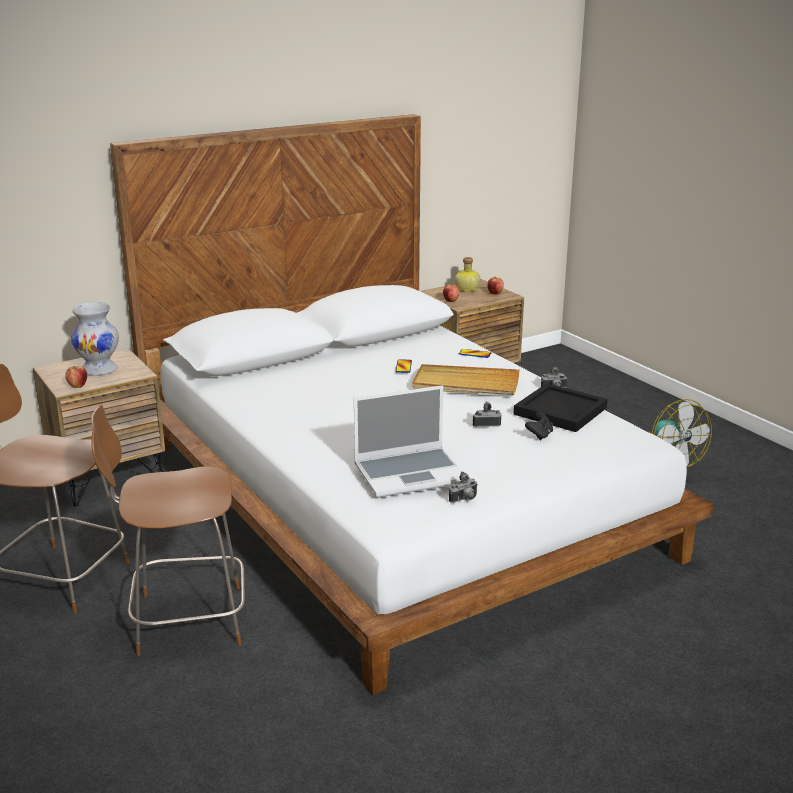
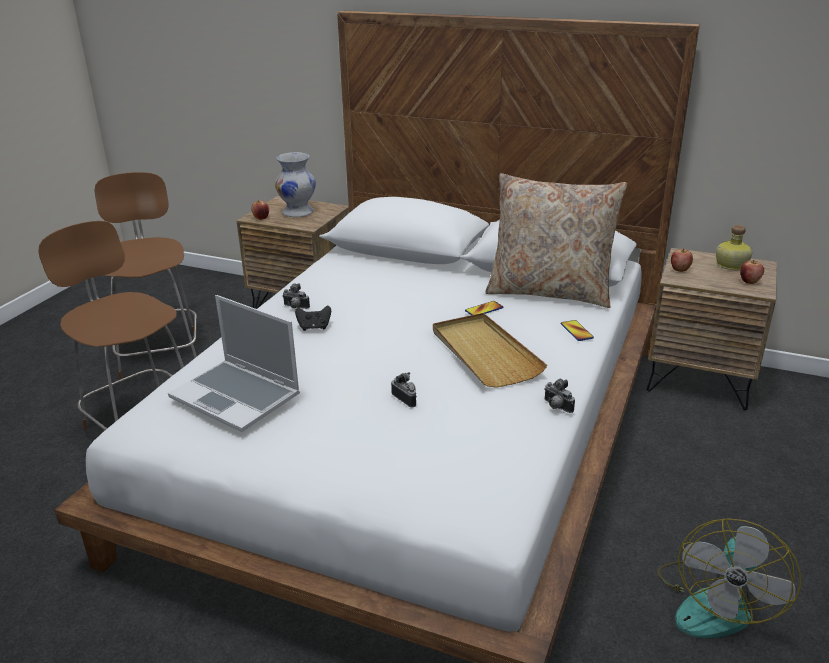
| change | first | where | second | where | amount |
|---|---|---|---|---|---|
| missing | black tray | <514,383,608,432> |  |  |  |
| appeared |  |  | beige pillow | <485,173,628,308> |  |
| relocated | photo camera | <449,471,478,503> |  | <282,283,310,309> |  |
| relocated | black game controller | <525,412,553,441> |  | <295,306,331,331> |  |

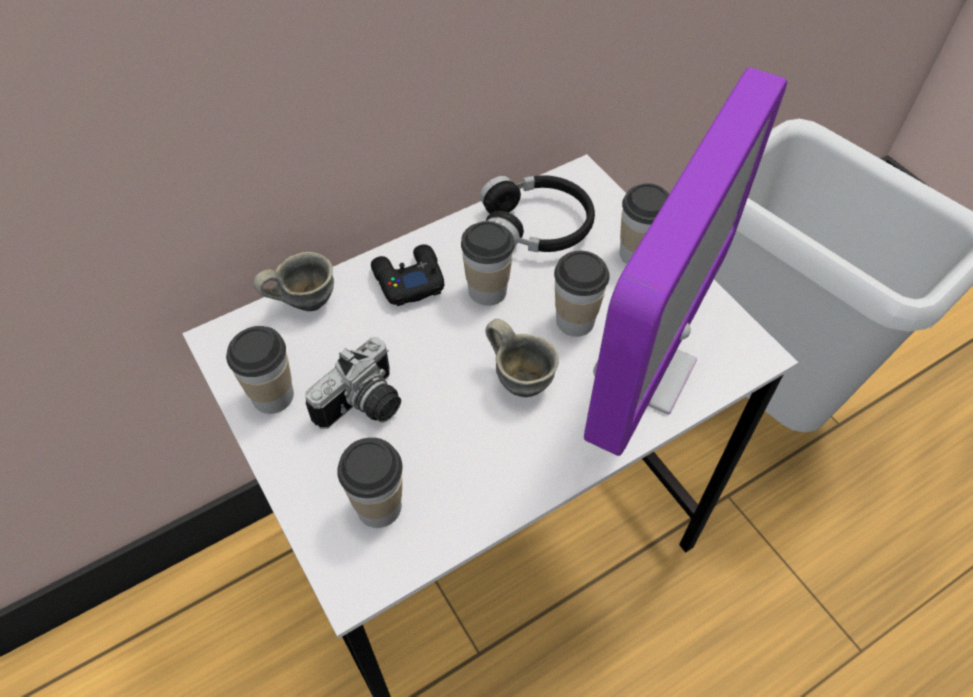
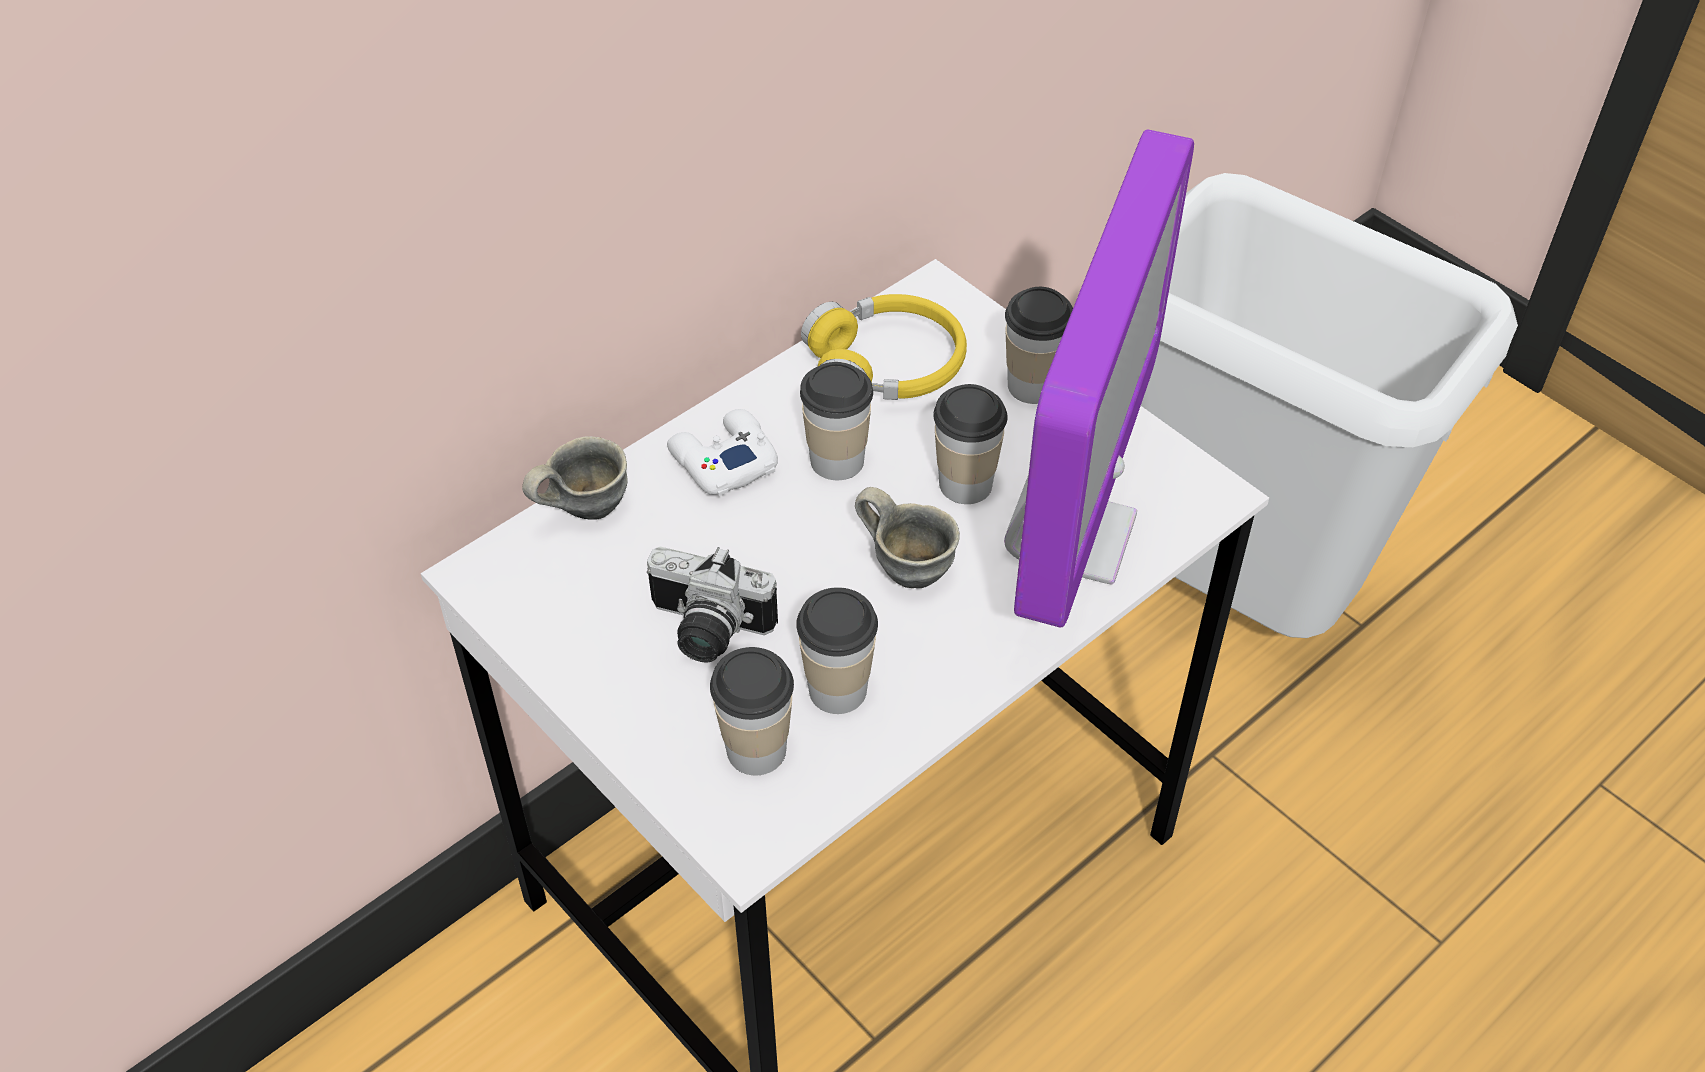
| change | first | where | second | where | amount |
|---|---|---|---|---|---|
| relocated | cup | <226,326,294,414> |  | <796,587,878,714> |  |
| colour | black game controller | <371,245,444,306> | white game controller | <667,409,778,496> |  |
| colour | black headphones | <480,175,595,252> | yellow headphones | <801,294,967,400> |  |
| spun | photo camera | <305,337,401,429> |  | <647,546,778,662> | 75 degrees clockwise |

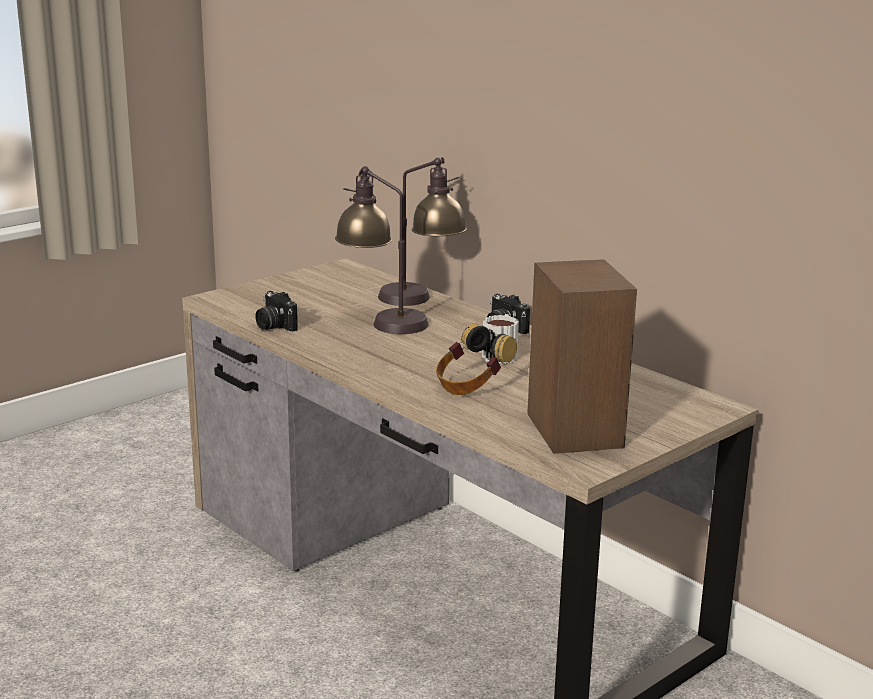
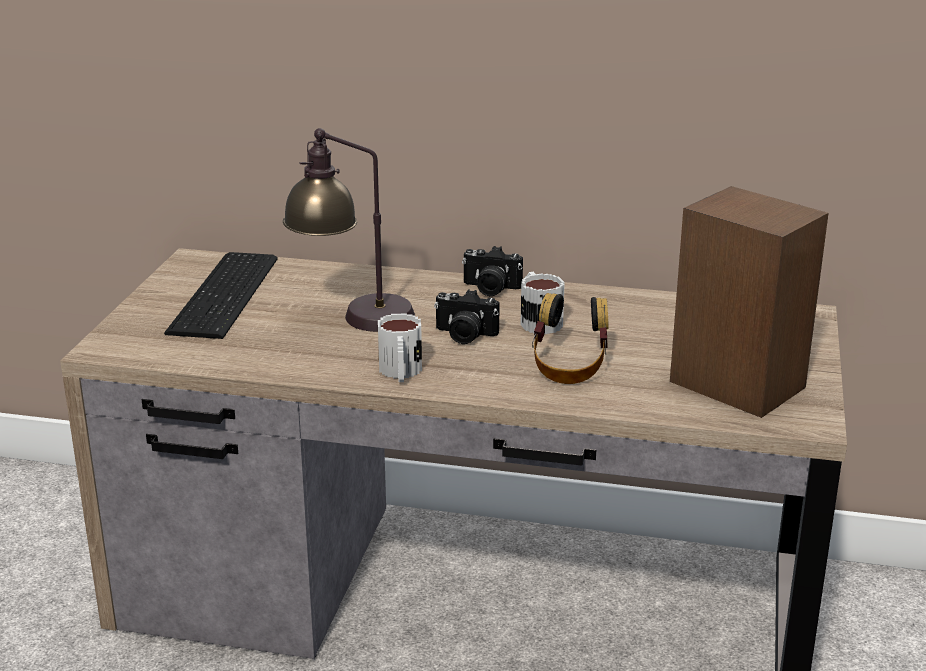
| change | first | where | second | where | amount |
|---|---|---|---|---|---|
| missing | table lamp | <378,157,467,306> |  |  |  |
| appeared |  |  | keyboard | <164,252,278,339> |  |
| appeared |  |  | mug | <378,313,422,382> |  |
| relocated | photo camera | <256,291,298,331> |  | <434,289,500,344> |  |

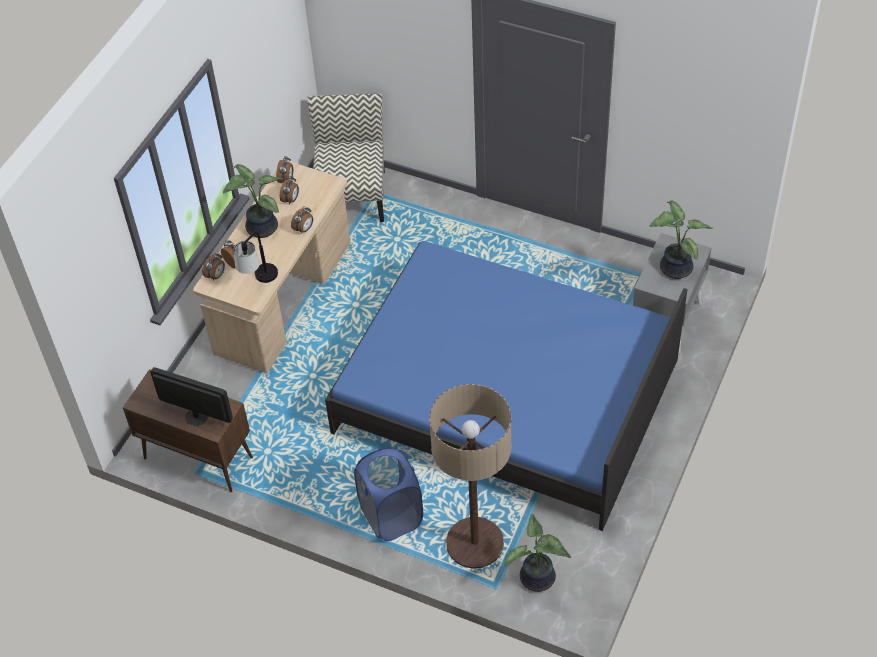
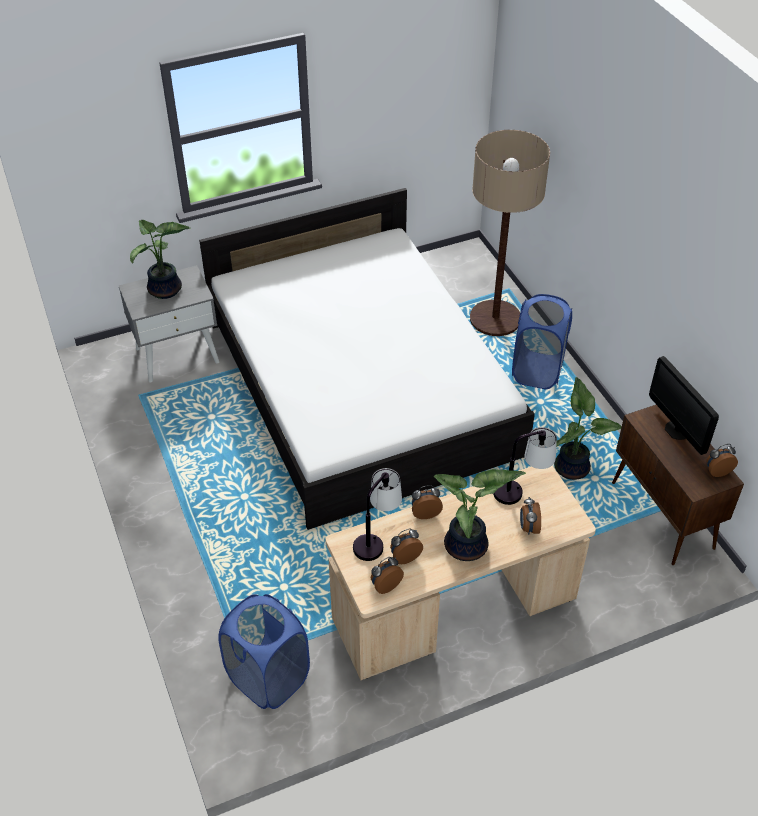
| change | first | where | second | where | amount |
|---|---|---|---|---|---|
| appeared |  |  | table lamp | <353,468,402,561> |  |
| relocated | alarm clock | <202,253,225,281> |  | <706,444,738,477> |  |
| relocated | potted plant | <504,514,571,592> |  | <554,377,622,480> |  |
| exchanged | chair | <307,93,385,222> | blue laundry basket | <218,594,310,709> |  |
| colour | blue bed | <325,241,688,531> | white bed | <199,188,535,530> |  |

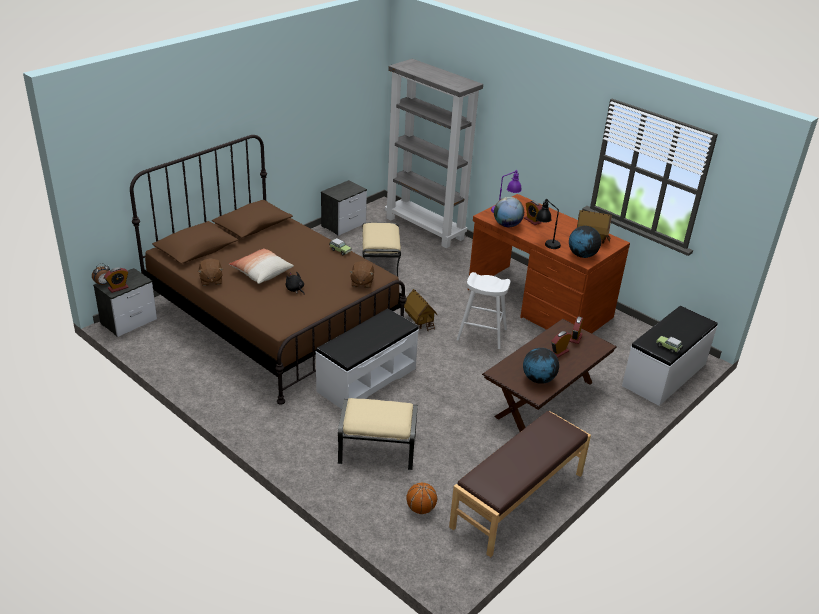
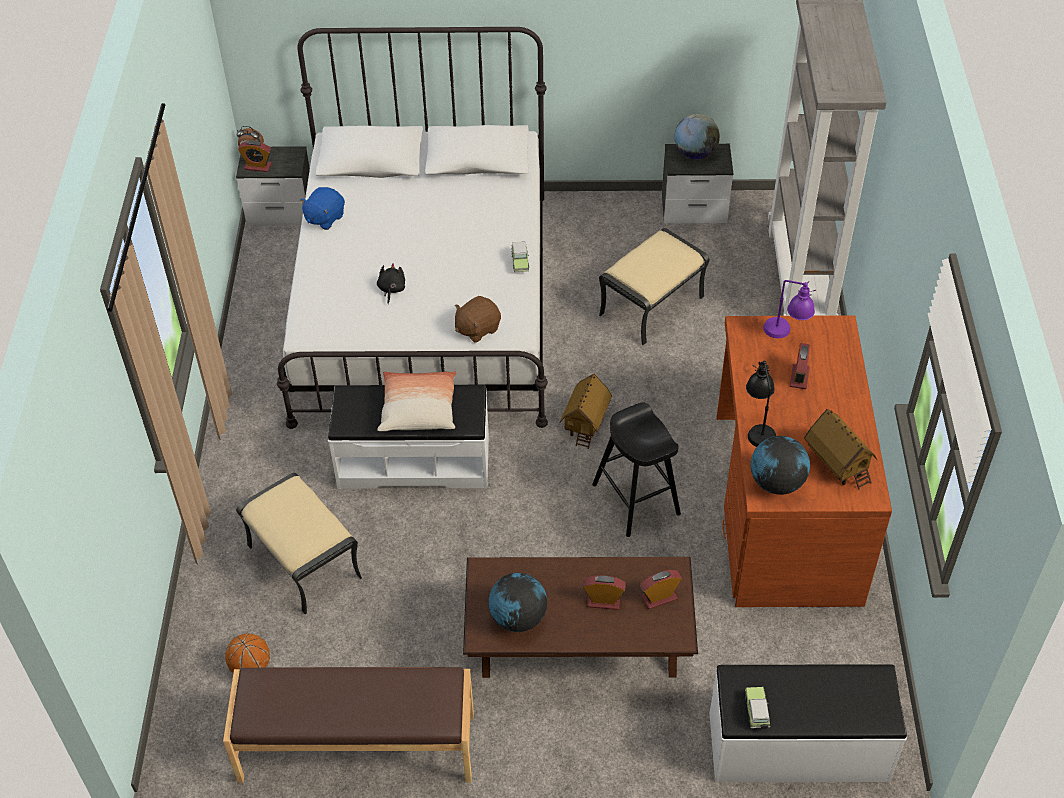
| change | first | where | second | where | amount |
|---|---|---|---|---|---|
| relocated | pillow | <229,248,294,284> |  | <377,371,457,431> |  |
| relocated | globe | <494,197,524,227> |  | <675,114,720,159> |  |
| colour | brown bed | <130,135,407,405> | white bed | <277,27,548,429> |  |
| colour | brown plush toy | <198,259,223,286> | blue plush toy | <300,187,345,230> |  |
| colour | white stool | <457,272,510,349> | black stool | <592,403,681,537> |  |

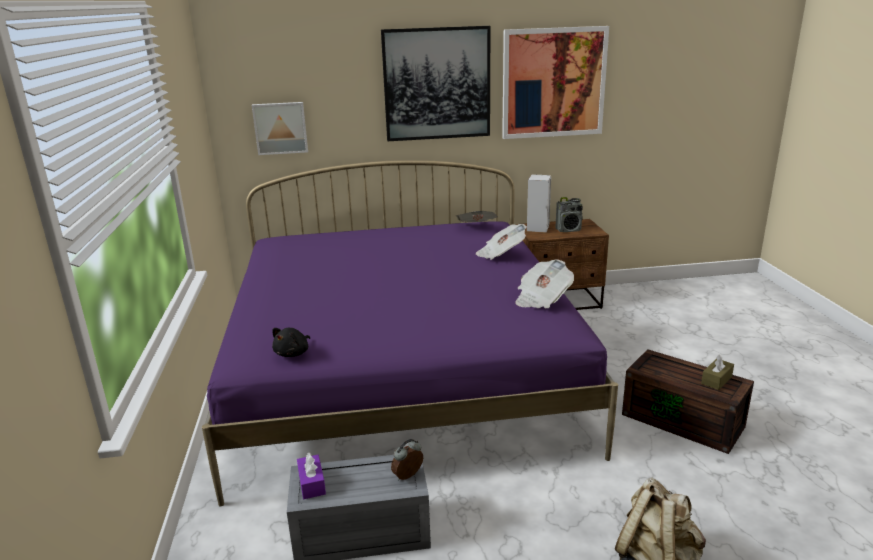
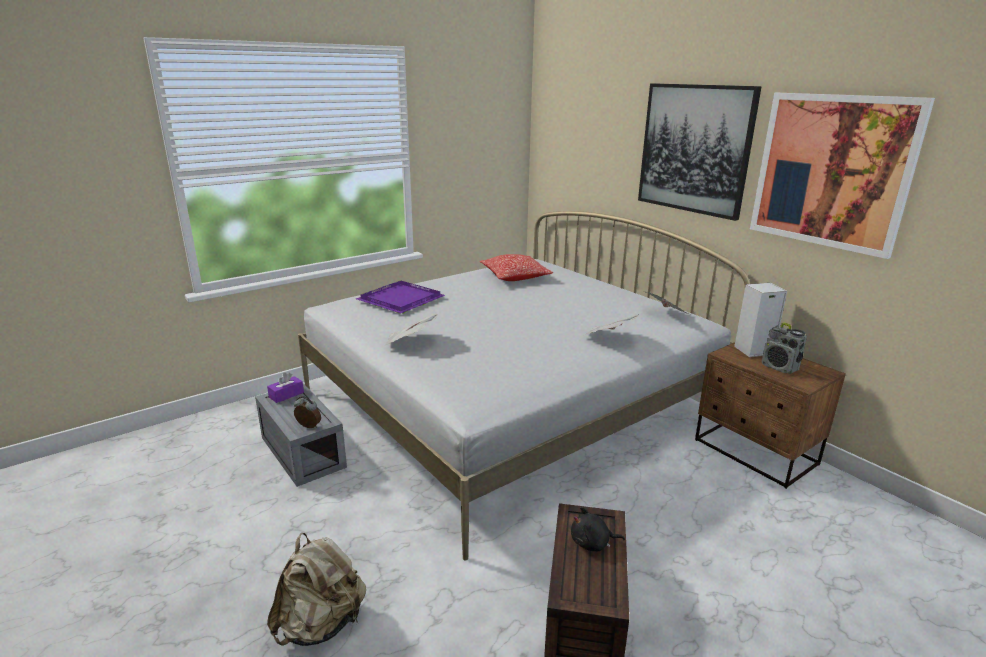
| change | first | where | second | where | amount |
|---|---|---|---|---|---|
| missing | picture | <252,102,308,155> |  |  |  |
| missing | brown tissue box | <701,354,734,390> |  |  |  |
| appeared |  |  | purple tray | <356,280,445,313> |  |
| appeared |  |  | pillow | <480,254,553,281> |  |
| relocated | black plush toy | <272,328,310,357> |  | <571,507,625,551> |  |
| relocated | newspaper | <515,259,574,309> |  | <386,313,438,345> |  |
| colour | purple bed | <202,160,618,506> | white bed | <298,211,750,561> |  |

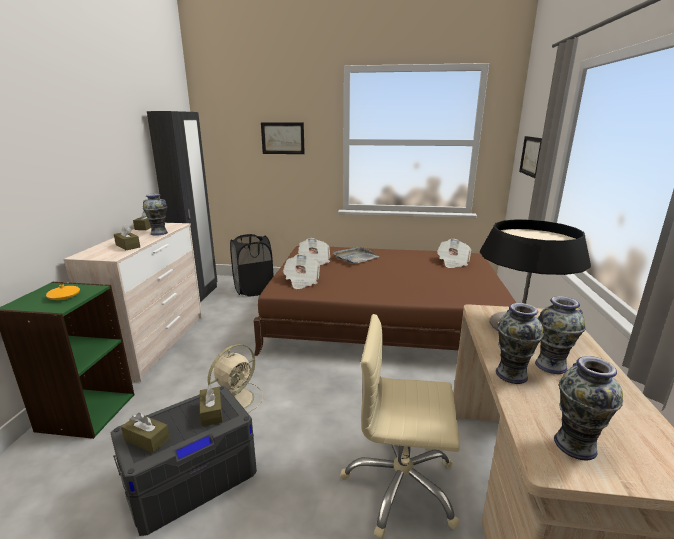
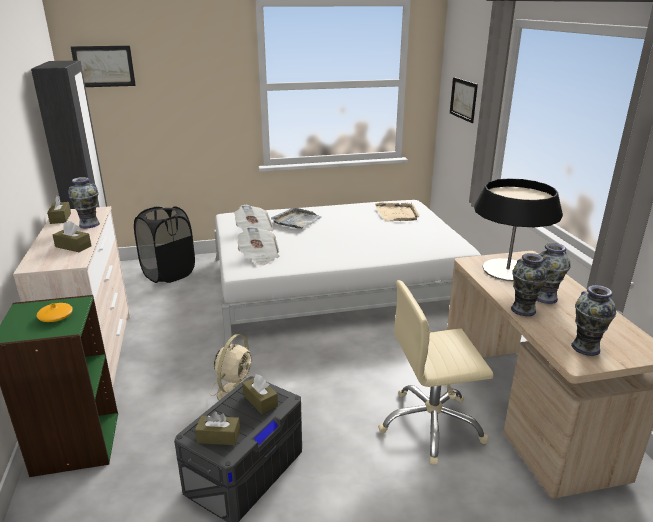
| change | first | where | second | where | amount |
|---|---|---|---|---|---|
| relocated | picture | <261,122,305,154> |  | <71,46,136,87> |  |
| exchanged | newspaper | <437,239,471,268> | beige tray | <375,202,420,221> |  |
| colour | brown bed | <253,246,516,356> | white bed | <214,200,481,346> |  |

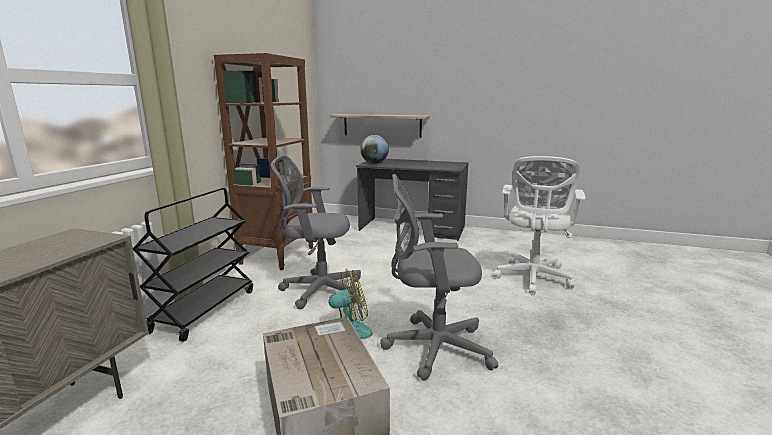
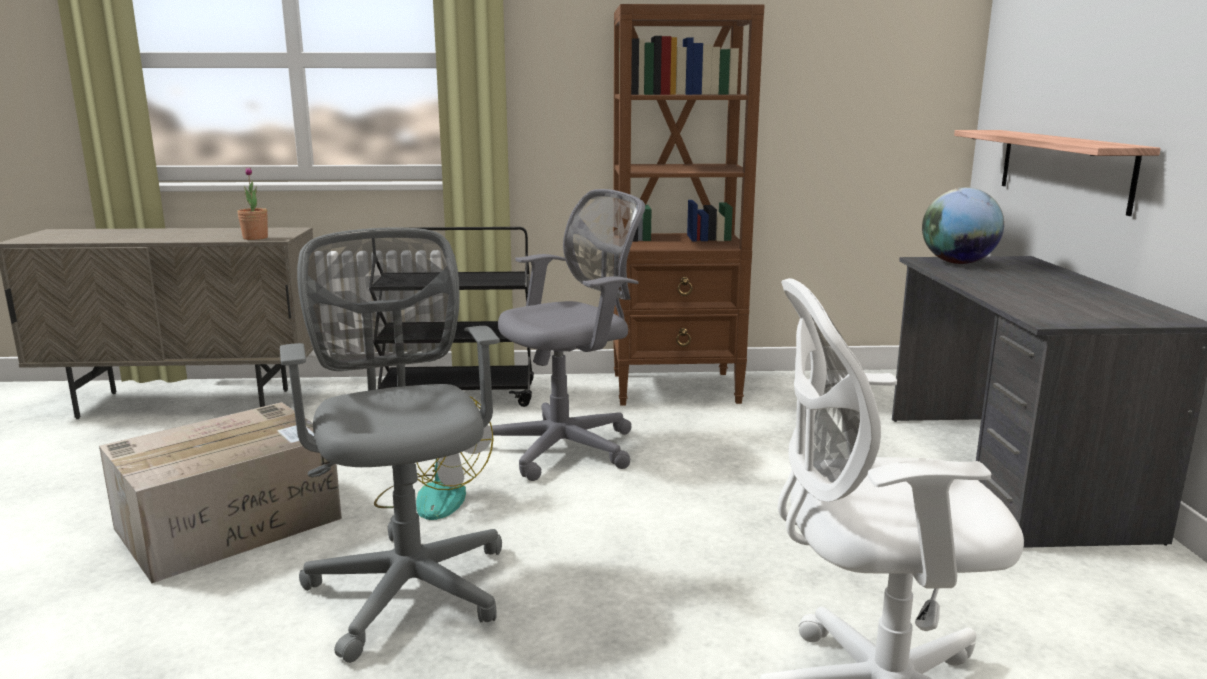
| change | first | where | second | where | amount |
|---|---|---|---|---|---|
| appeared |  |  | potted plant | <237,167,268,240> |  |
| spun | grey office chair | <271,155,361,309> |  | <490,189,645,481> | 75 degrees clockwise |

